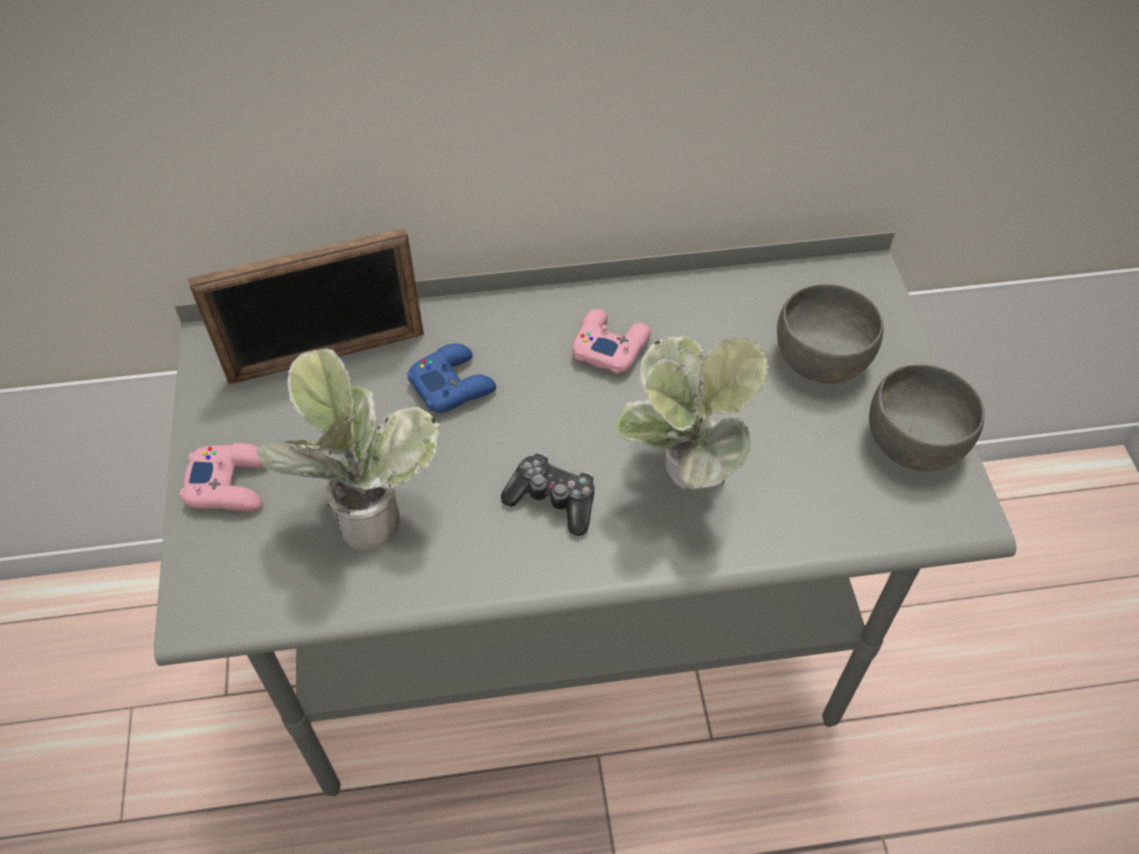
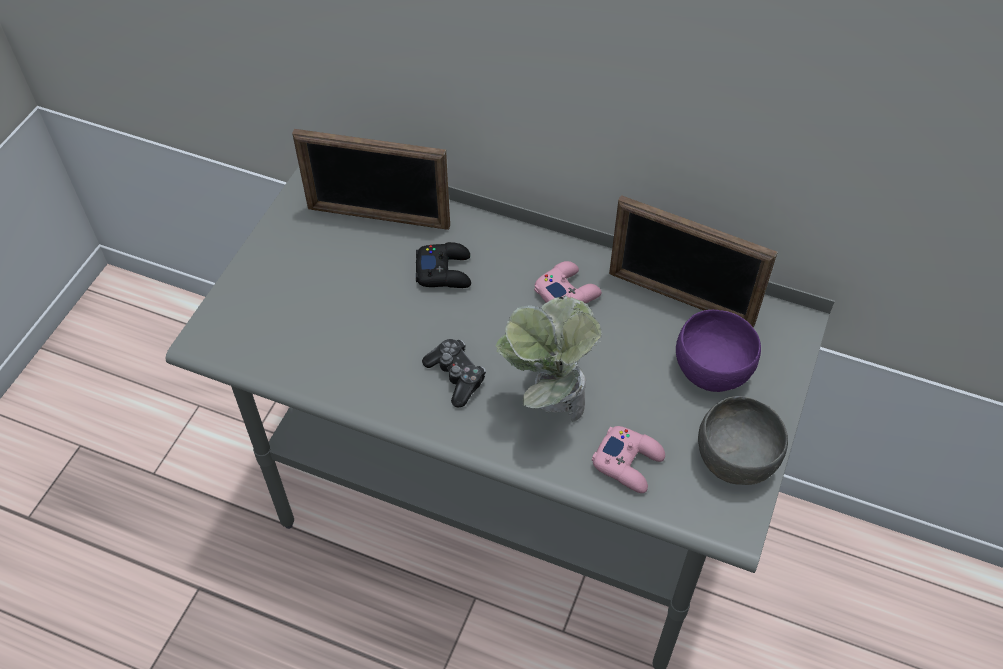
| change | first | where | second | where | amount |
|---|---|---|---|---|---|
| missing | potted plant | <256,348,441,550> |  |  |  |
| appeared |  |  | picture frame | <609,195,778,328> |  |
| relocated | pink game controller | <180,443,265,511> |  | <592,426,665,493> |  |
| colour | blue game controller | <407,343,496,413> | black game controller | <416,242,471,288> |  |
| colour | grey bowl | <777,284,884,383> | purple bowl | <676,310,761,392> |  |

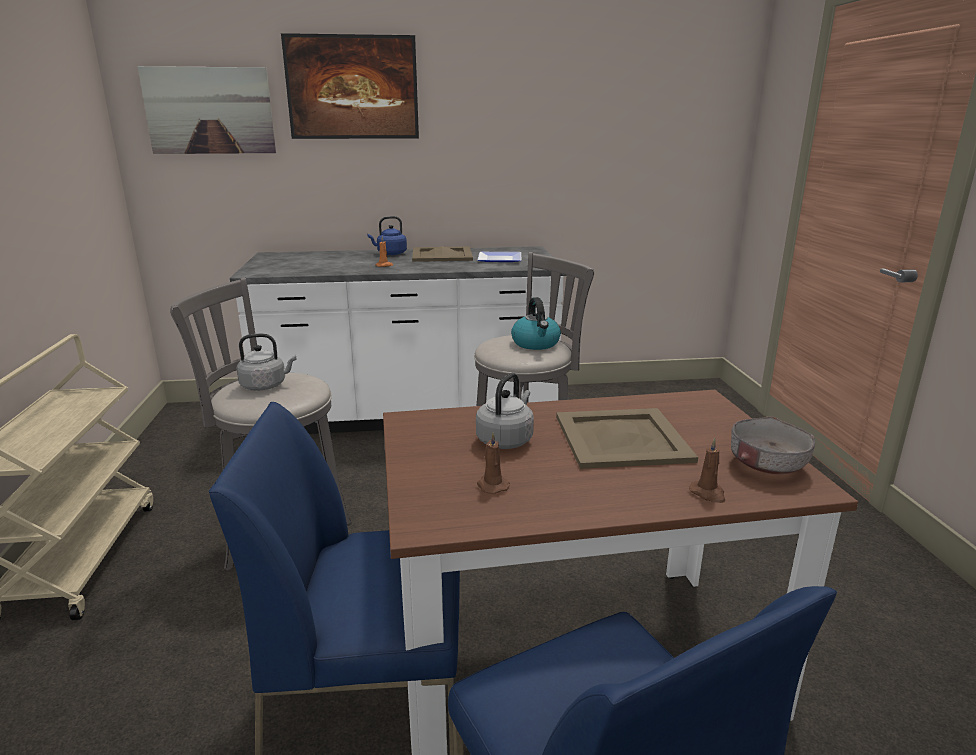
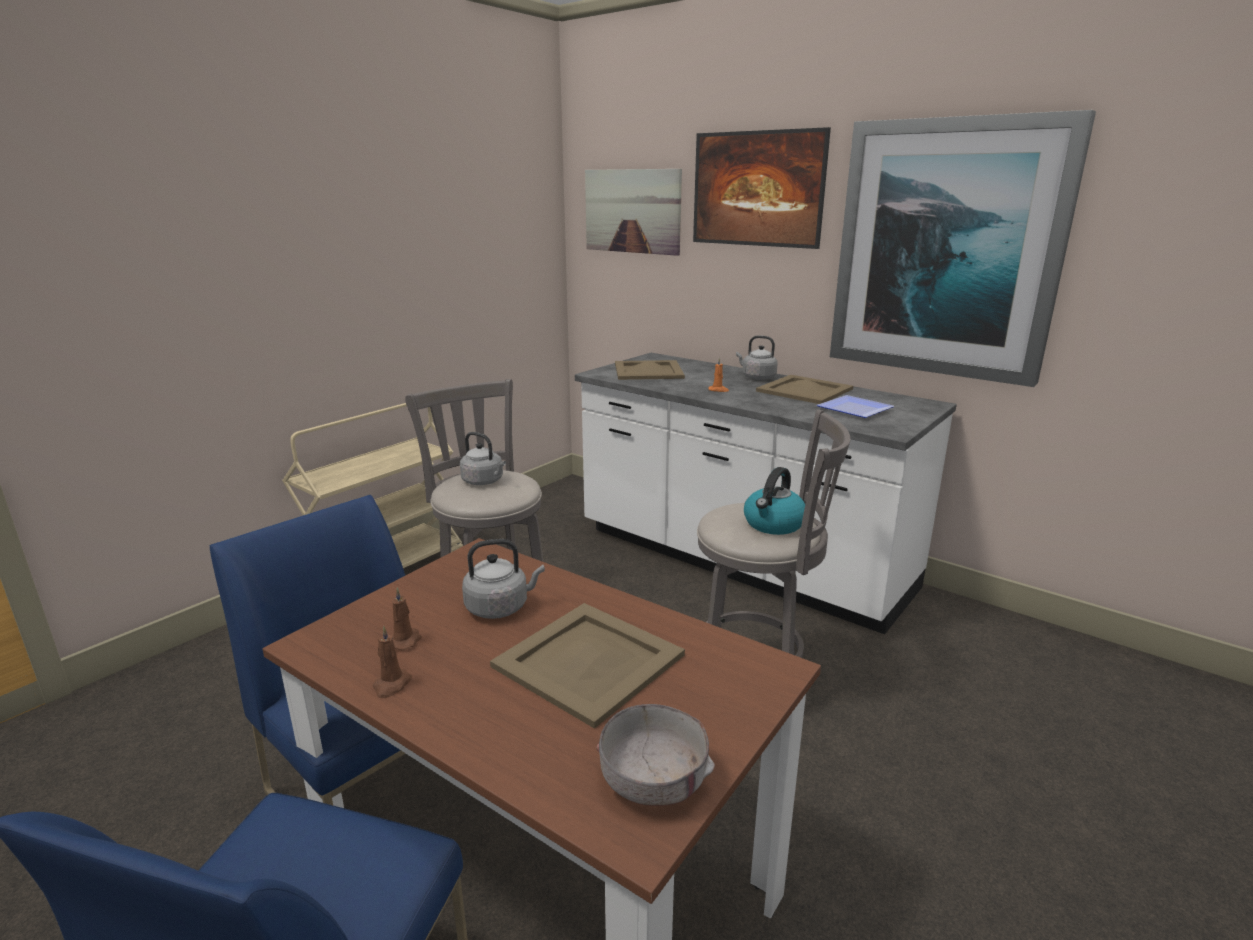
| change | first | where | second | where | amount |
|---|---|---|---|---|---|
| appeared |  |  | beige tray | <615,360,685,380> |  |
| appeared |  |  | picture | <830,110,1096,387> |  |
| relocated | brown candle | <689,438,725,503> |  | <373,626,412,698> |  |
| colour | blue kettle | <367,216,407,255> | grey kettle | <736,336,778,380> |  |

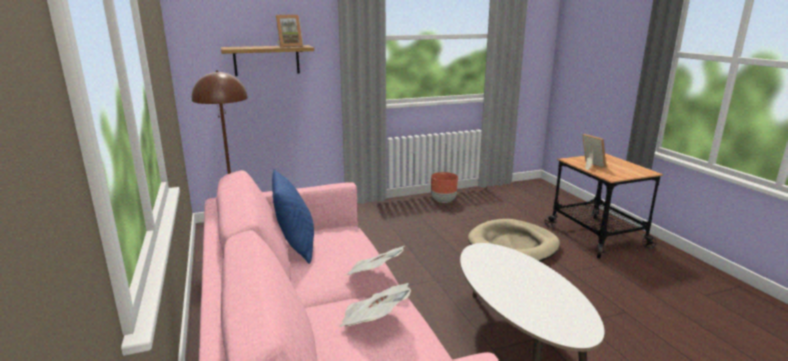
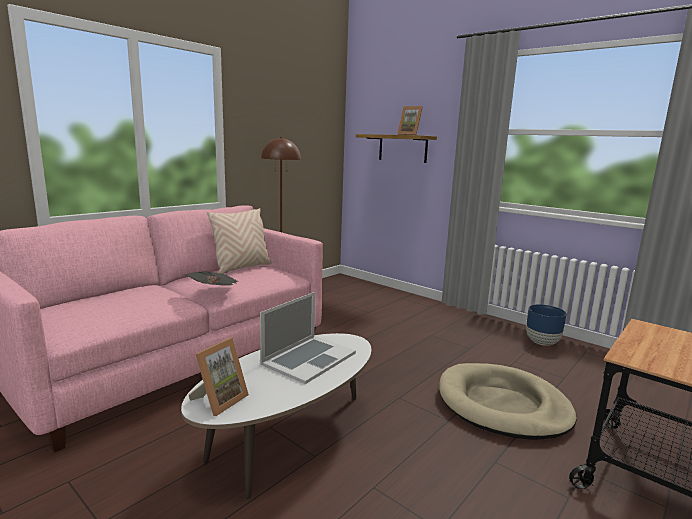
| change | first | where | second | where | amount |
|---|---|---|---|---|---|
| missing | newspaper | <339,283,411,327> |  |  |  |
| appeared |  |  | laptop | <260,292,356,384> |  |
| relocated | picture frame | <582,134,606,170> |  | <188,338,249,416> |  |
| colour | blue pillow | <272,169,314,264> | beige pillow | <207,208,272,274> |  |
| colour | brown planter | <431,172,458,203> | blue planter | <526,304,566,346> |  |

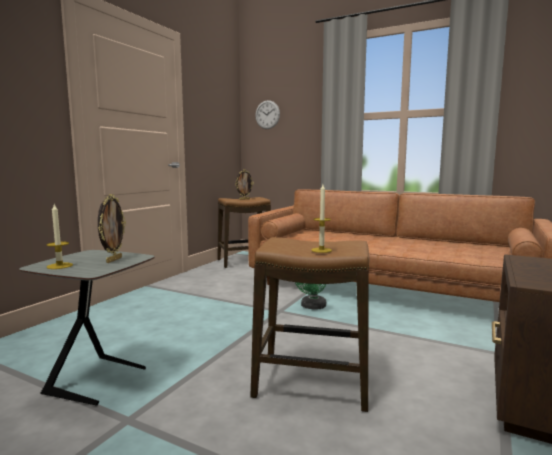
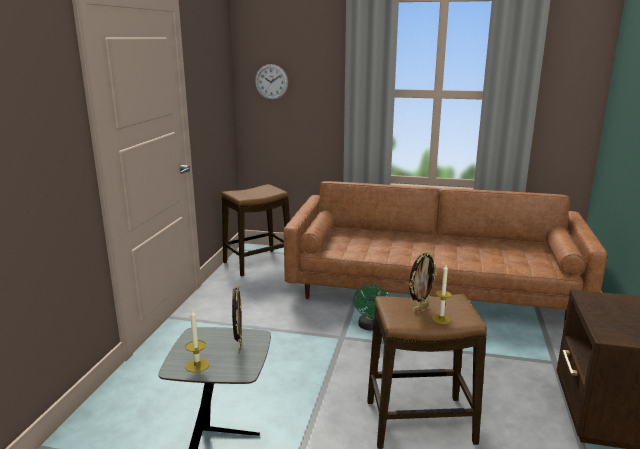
| change | first | where | second | where | amount |
|---|---|---|---|---|---|
| relocated | picture frame | <235,169,254,200> |  | <409,251,437,313> |  |

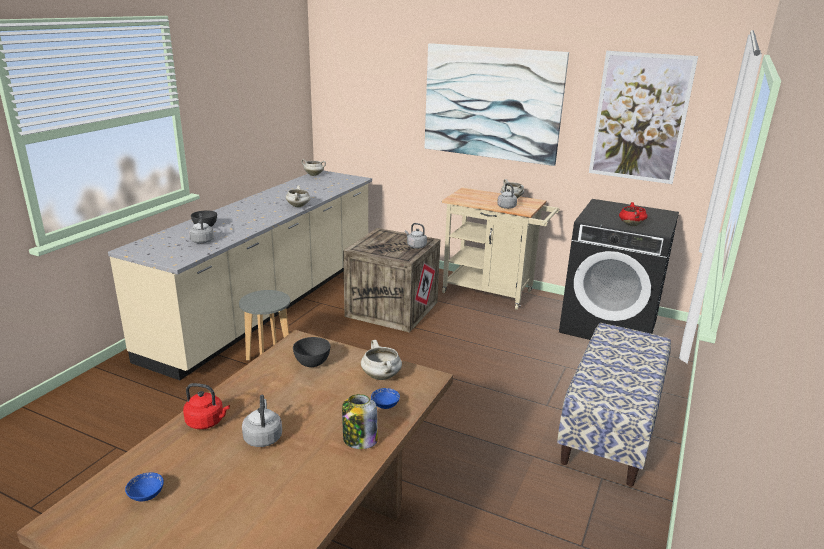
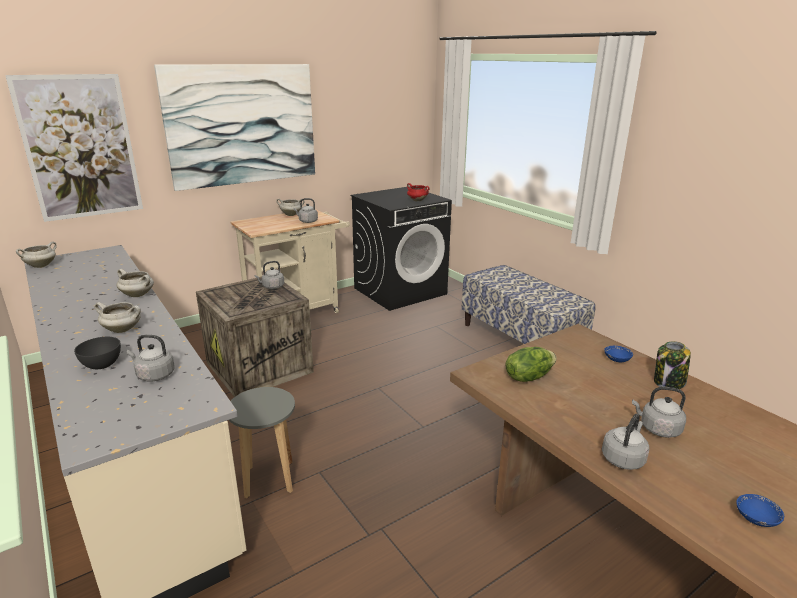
| change | first | where | second | where | amount |
|---|---|---|---|---|---|
| relocated | white cooking pot | <361,340,402,380> |  | <94,302,141,333> |  |
| relocated | picture | <589,51,698,184> |  | <5,74,143,222> |  |
| exchanged | grey bowl | <293,337,330,367> | lettuce | <505,347,557,382> |  |
| colour | red kettle | <183,383,230,429> | grey kettle | <602,414,650,470> |  |

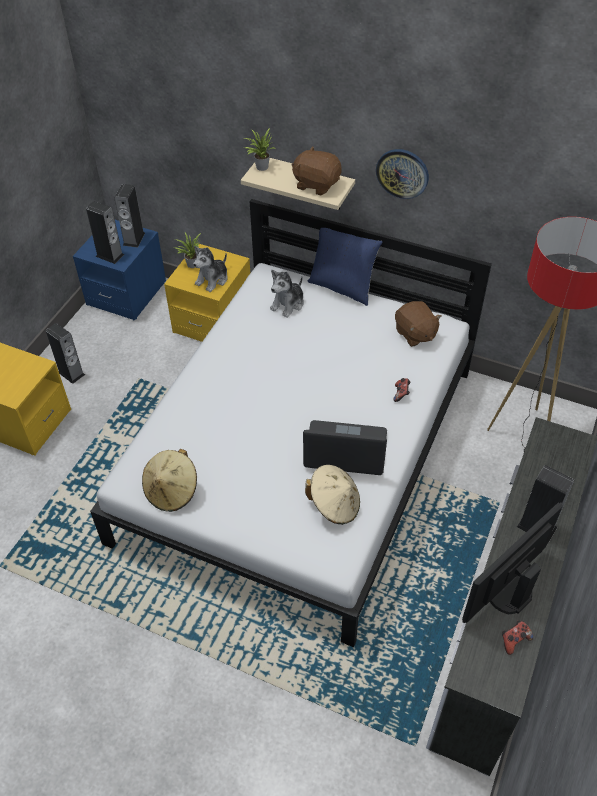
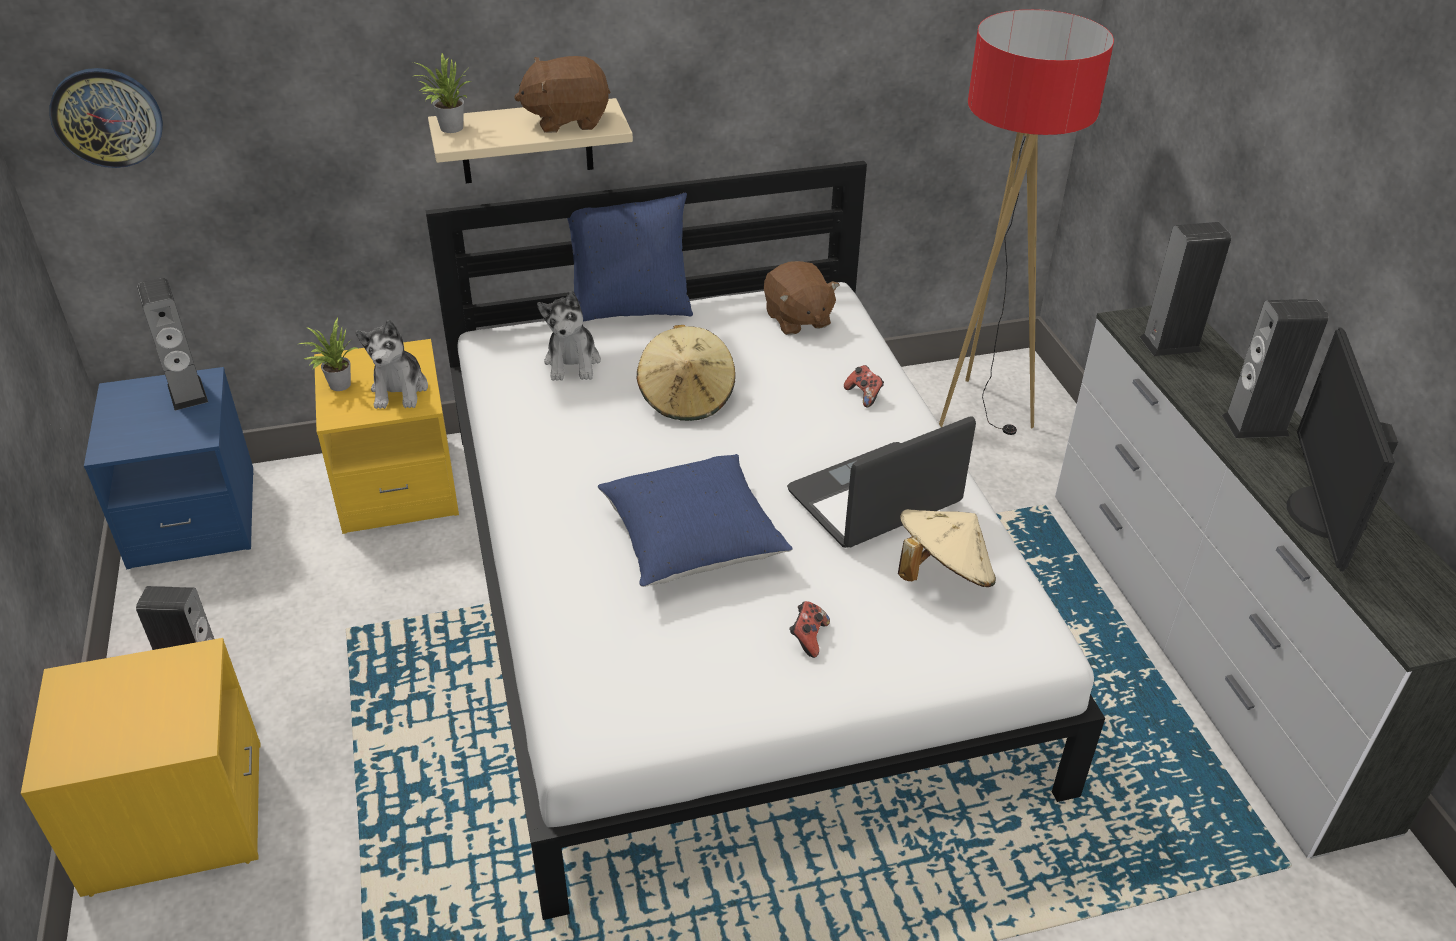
| change | first | where | second | where | amount |
|---|---|---|---|---|---|
| appeared |  |  | blue pillow | <598,454,793,587> |  |
| relocated | speaker | <86,201,124,264> |  | <1140,222,1231,356> |  |
| relocated | beige hat | <142,449,197,512> |  | <636,325,736,421> |  |
| relocated | wall clock | <376,149,429,199> |  | <49,68,163,168> |  |
| relocated | game controller | <502,621,533,655> |  | <789,601,830,658> |  |
| spun | brown plush toy | <395,301,441,347> |  | <764,261,840,335> | 45 degrees clockwise |

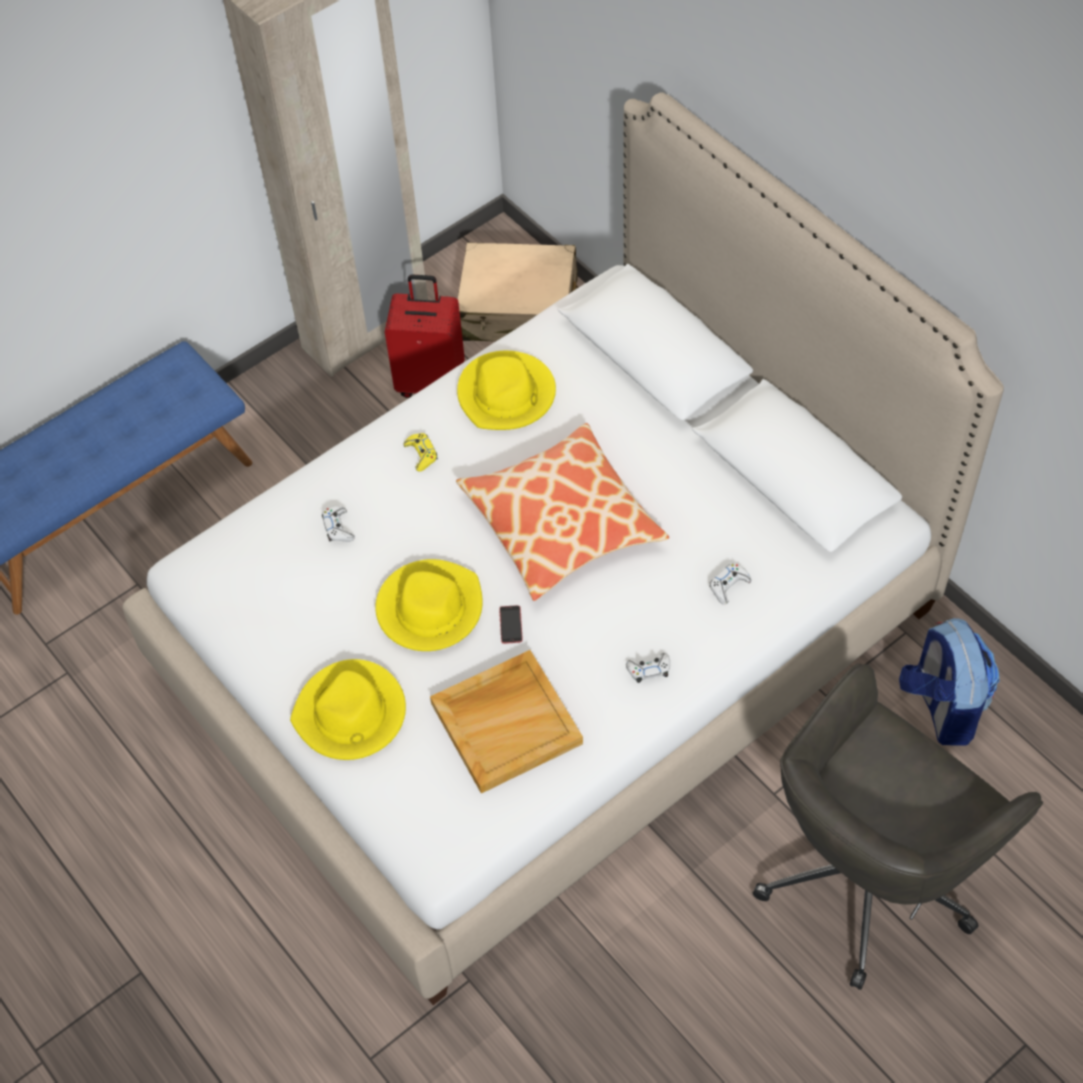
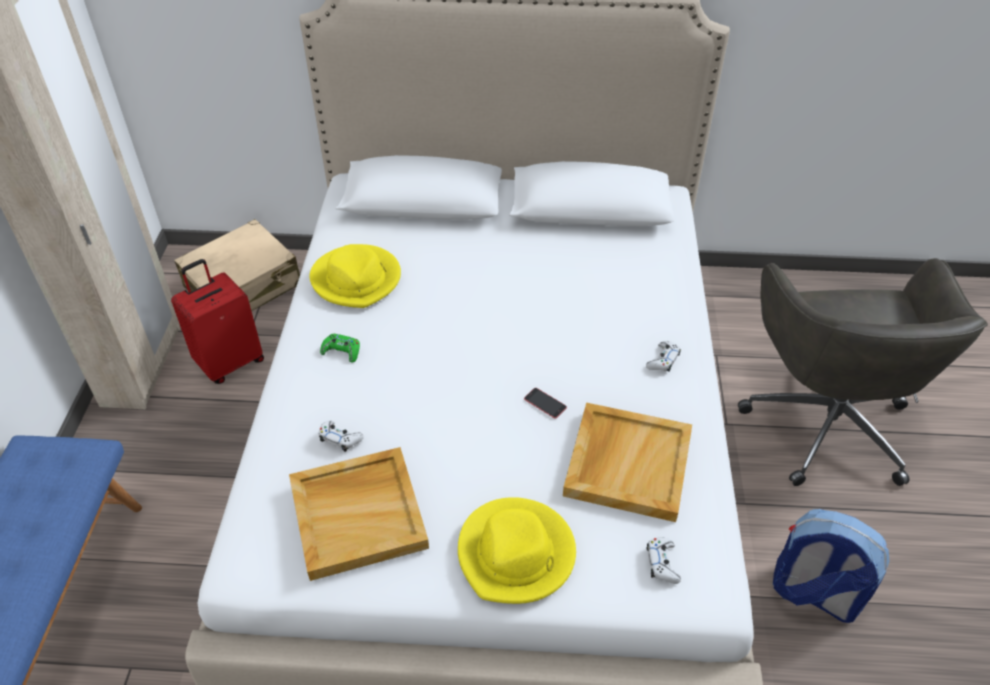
| change | first | where | second | where | amount |
|---|---|---|---|---|---|
| missing | yellow hat | <375,559,483,651> |  |  |  |
| missing | pillow | <456,423,669,601> |  |  |  |
| appeared |  |  | beige tray | <289,447,429,581> |  |
| relocated | white game controller | <709,563,751,605> |  | <646,537,681,584> |  |
| relocated | backpack | <899,618,1000,746> |  | <773,509,889,623> |  |
| colour | yellow game controller | <404,433,438,472> | green game controller | <320,334,360,363> |  |

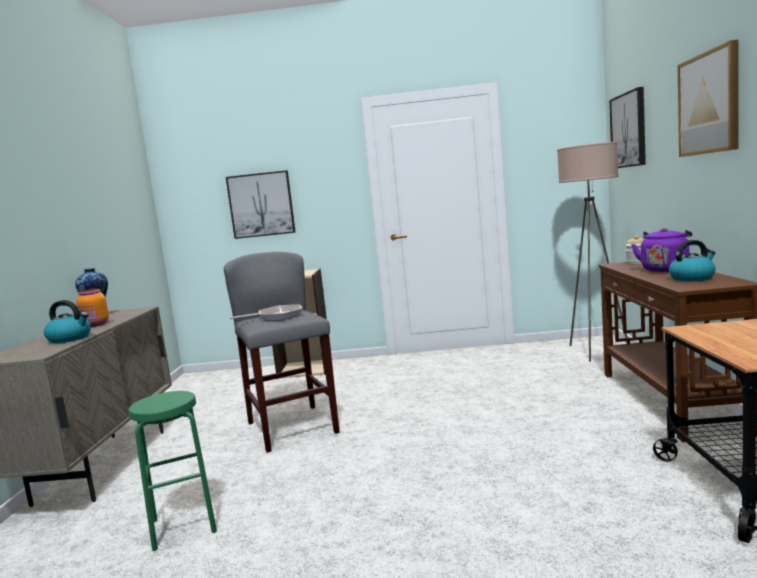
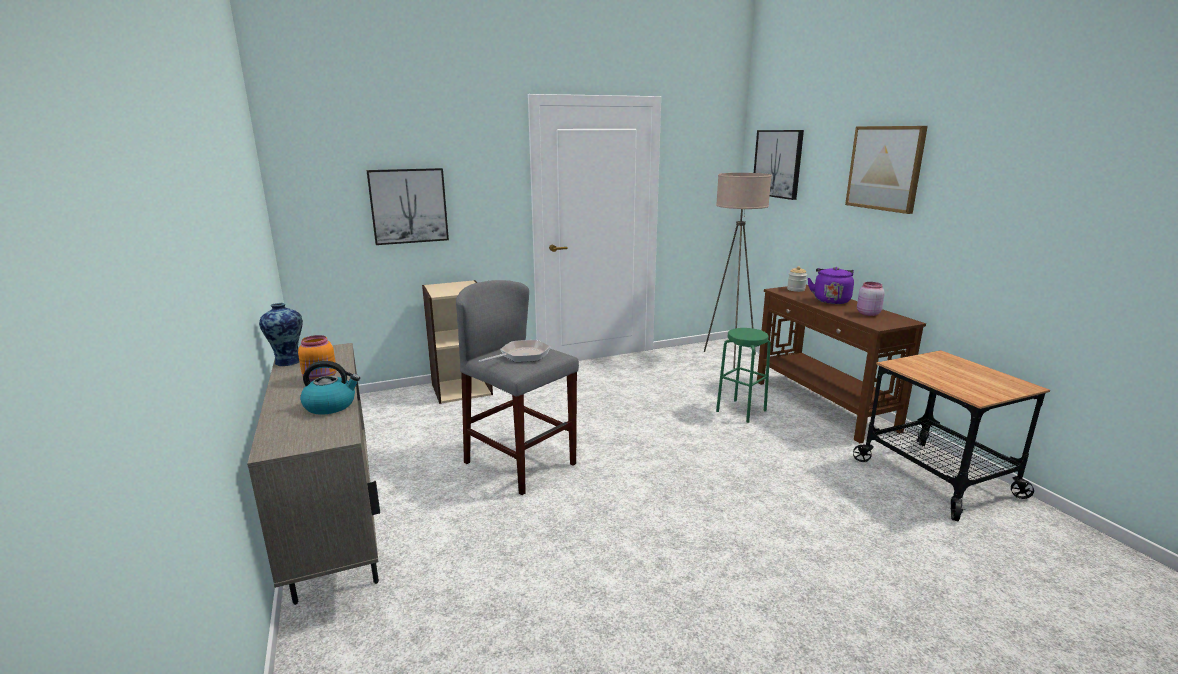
| change | first | where | second | where | amount |
|---|---|---|---|---|---|
| relocated | green stool | <128,391,217,551> |  | <716,328,771,423> |  |
| exchanged | kettle | <669,240,716,281> | pink jar | <857,282,885,316> |  |

